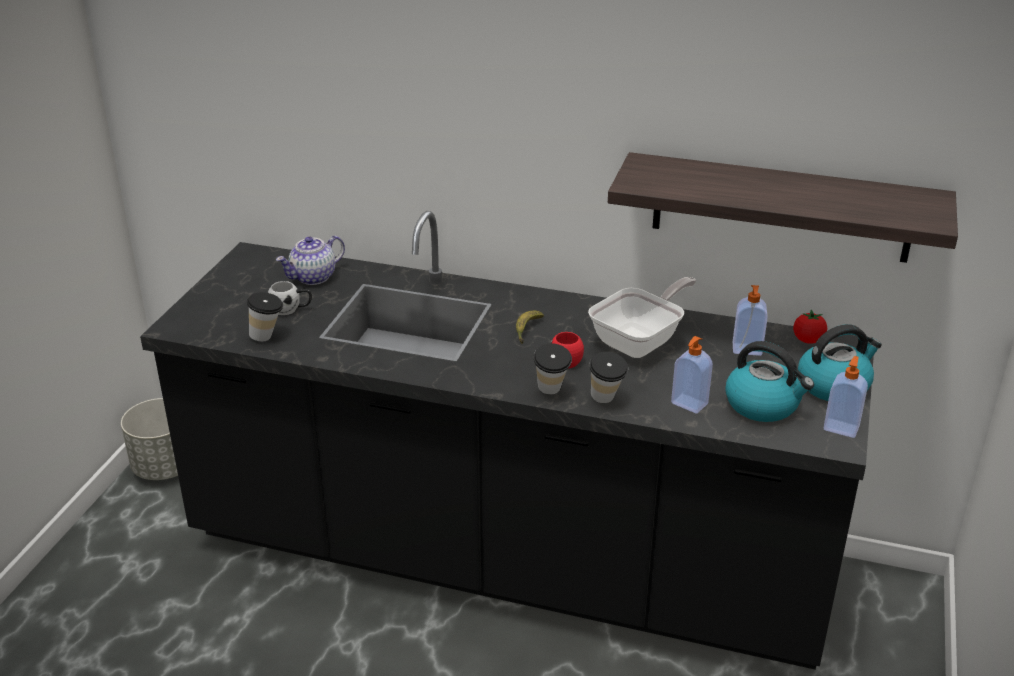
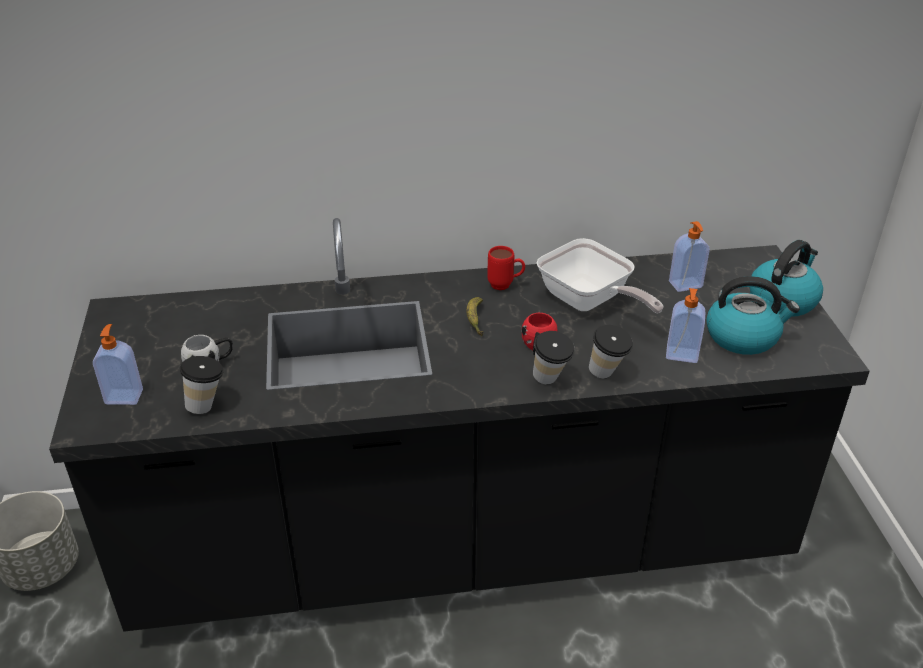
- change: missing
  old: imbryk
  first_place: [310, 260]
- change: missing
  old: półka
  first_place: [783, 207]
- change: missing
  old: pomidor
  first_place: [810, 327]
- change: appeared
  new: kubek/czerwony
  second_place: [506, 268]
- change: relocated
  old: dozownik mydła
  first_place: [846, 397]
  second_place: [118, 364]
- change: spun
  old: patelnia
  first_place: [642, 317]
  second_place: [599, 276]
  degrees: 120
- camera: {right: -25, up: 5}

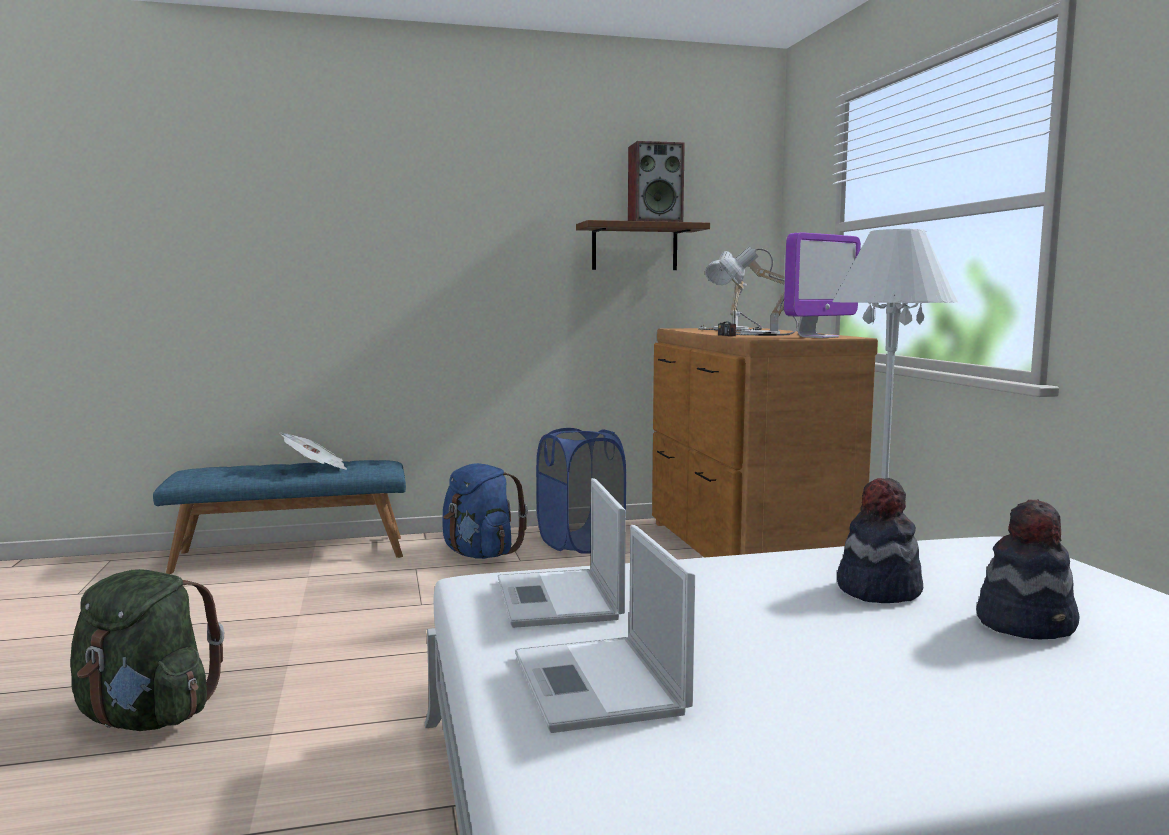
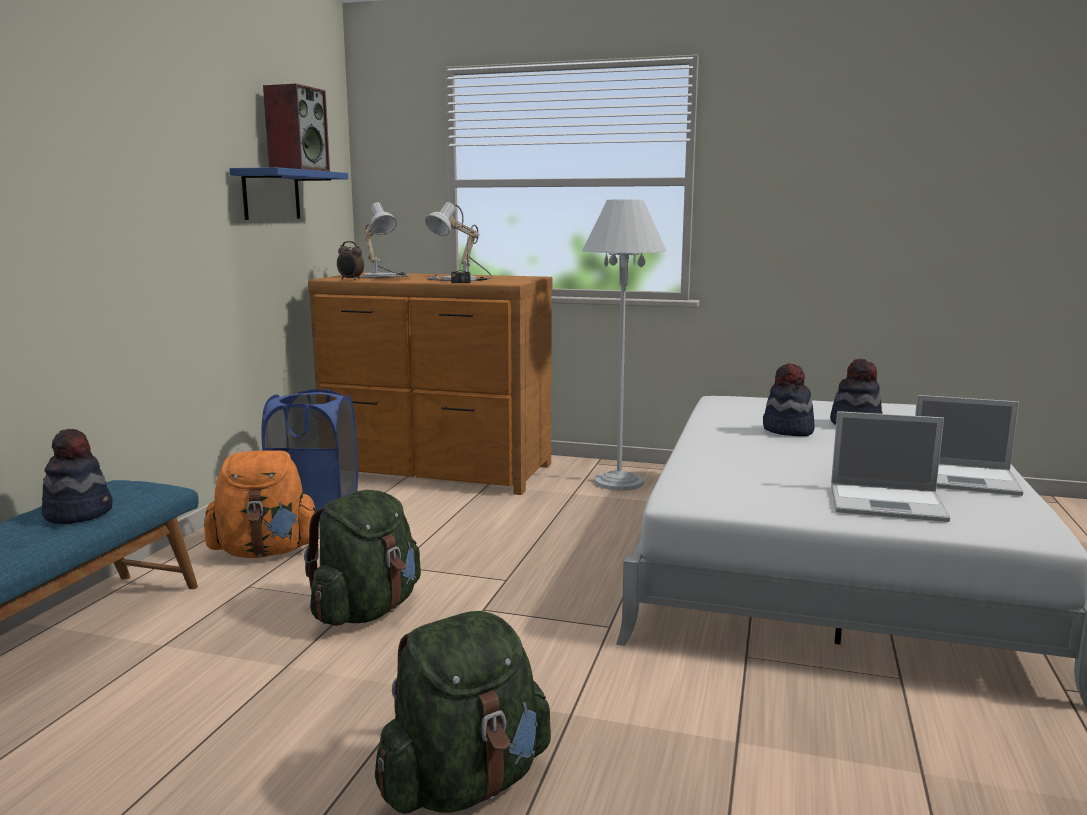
- change: missing
  old: monitor
  first_place: [822, 285]
- change: appeared
  new: plecak/zielony
  second_place: [362, 558]
- change: appeared
  new: budzik
  second_place: [350, 260]
- change: relocated
  old: laptop
  first_place: [562, 553]
  second_place: [969, 445]
- change: exchanged
  old: gazeta
  new: kapelusz
  first_place: [313, 451]
  second_place: [77, 476]
- change: colour
  old: plecak/niebieski
  new: plecak/pomarańczowy
  first_place: [485, 511]
  second_place: [262, 504]
- change: colour
  old: półka/brązowy
  new: półka/niebieski
  first_place: [643, 245]
  second_place: [288, 193]
- camera: {right: -60, up: 5}

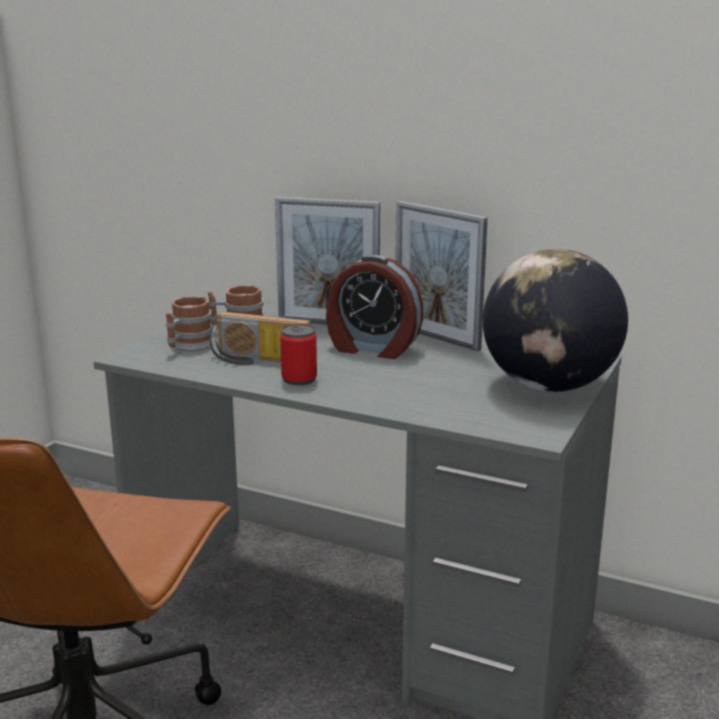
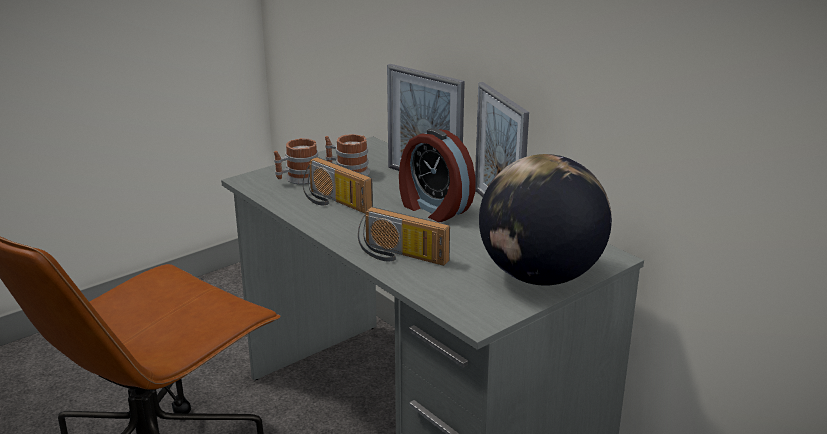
- change: missing
  old: puszka
  first_place: [298, 354]
- change: appeared
  new: radio
  second_place: [404, 236]
- camera: {right: 25, up: 5}

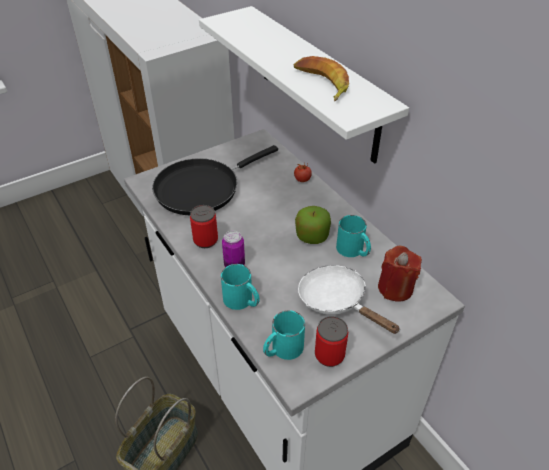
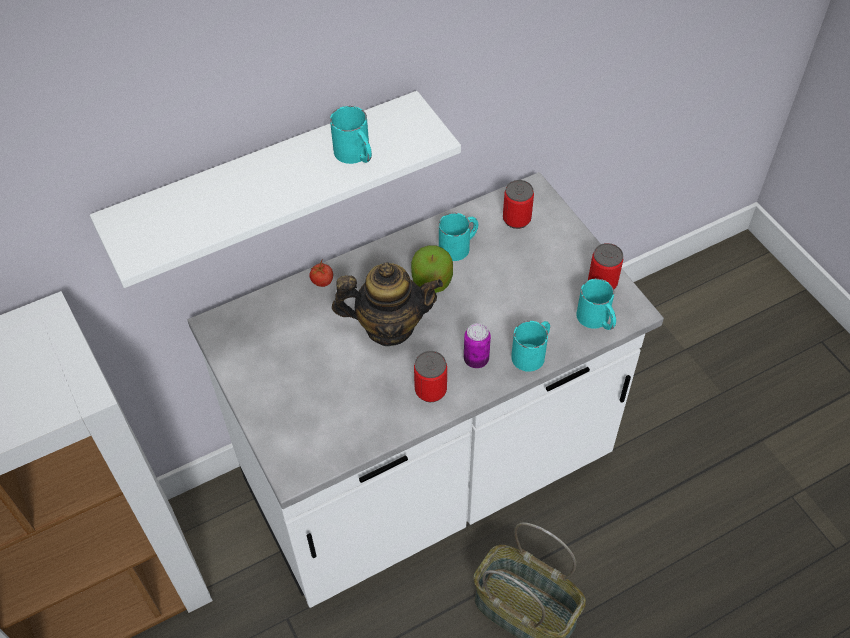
- change: missing
  old: patelnia/czarny
  first_place: [215, 180]
- change: missing
  old: patelnia/biały
  first_place: [349, 299]
- change: appeared
  new: imbryk
  second_place: [387, 304]
- change: exchanged
  old: banan
  new: kubek/turkusowy
  first_place: [321, 78]
  second_place: [351, 135]
- change: exchanged
  old: świeca/czerwony
  new: puszka
  first_place: [400, 274]
  second_place: [518, 204]
- camera: {right: -85, up: 10}

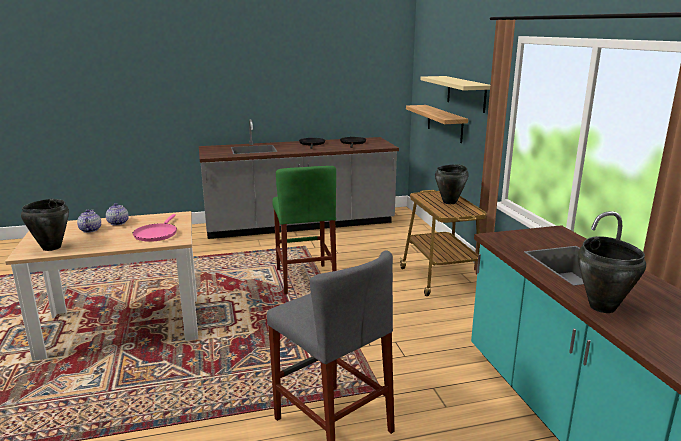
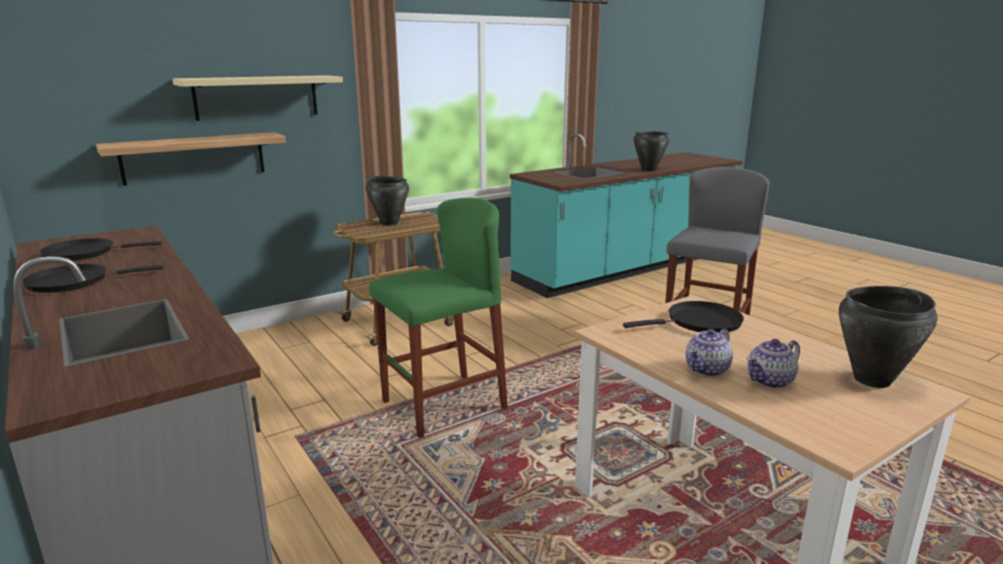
- change: colour
  old: patelnia/różowy
  new: patelnia/czarny
  first_place: [155, 228]
  second_place: [683, 317]
- camera: {right: -110, up: 0}

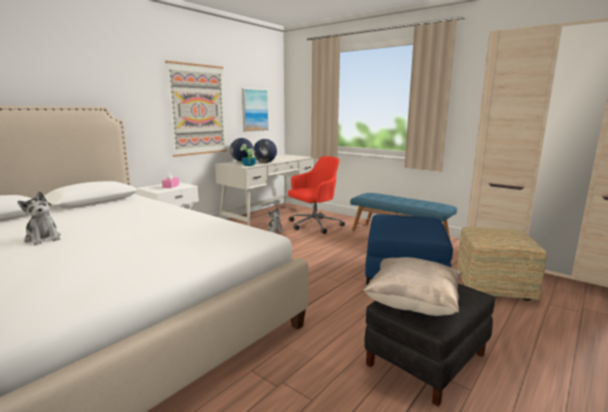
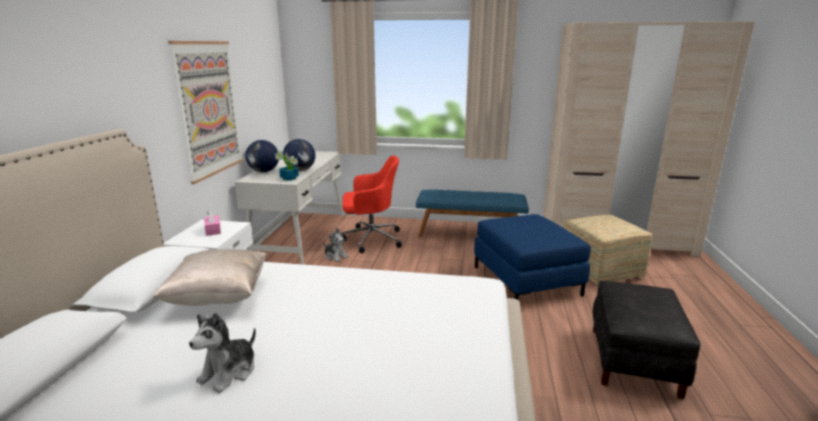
- change: missing
  old: obraz
  first_place: [255, 110]
- change: relocated
  old: poduszka/beżowy
  first_place: [412, 286]
  second_place: [210, 277]
- change: spun
  old: pluszak
  first_place: [39, 218]
  second_place: [222, 353]
  degrees: 105
- change: spun
  old: krzesło biurowe/czerwony
  first_place: [316, 195]
  second_place: [371, 204]
  degrees: 60
- camera: {right: -30, up: 5}

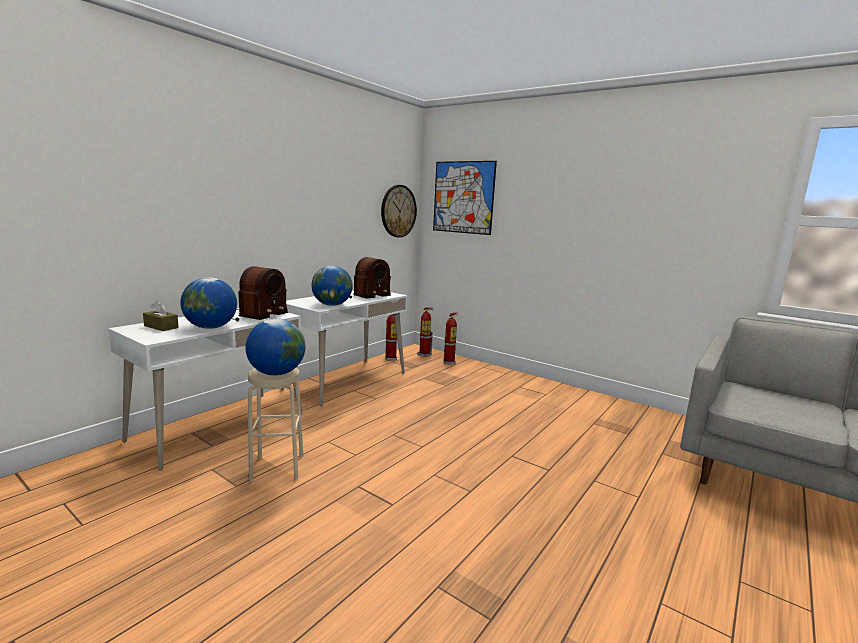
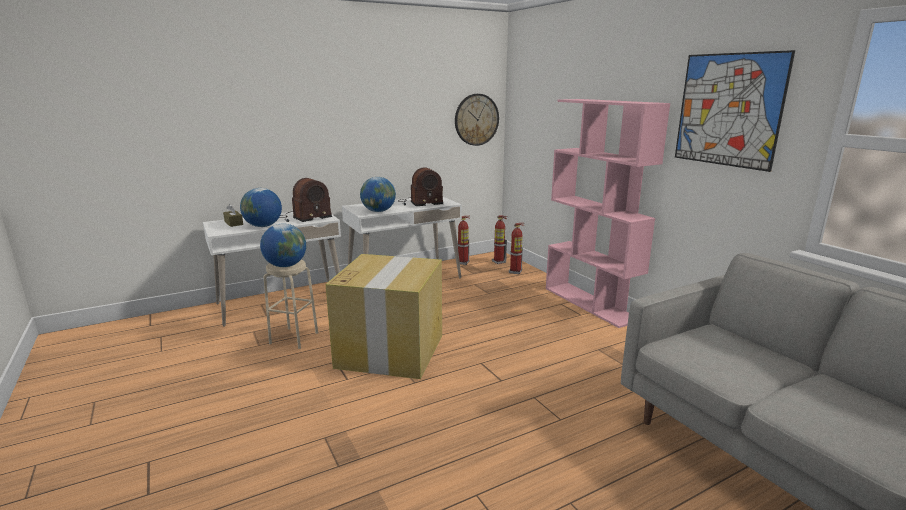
- change: appeared
  new: karton
  second_place: [384, 316]
- change: appeared
  new: regał/różowy
  second_place: [608, 213]
- change: relocated
  old: obraz
  first_place: [465, 198]
  second_place: [735, 111]
- camera: {right: 25, up: 5}

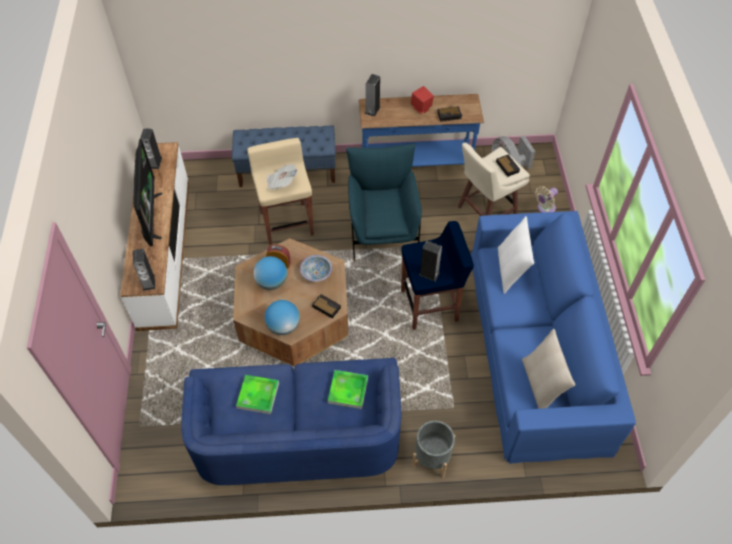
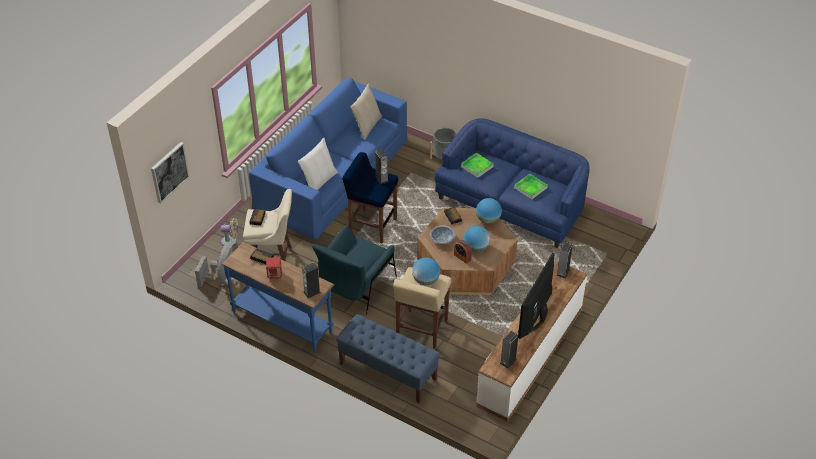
- change: appeared
  new: obraz
  second_place: [170, 172]
- change: exchanged
  old: gazeta
  new: globus
  first_place: [282, 177]
  second_place: [426, 271]
- camera: {right: -145, up: -10}

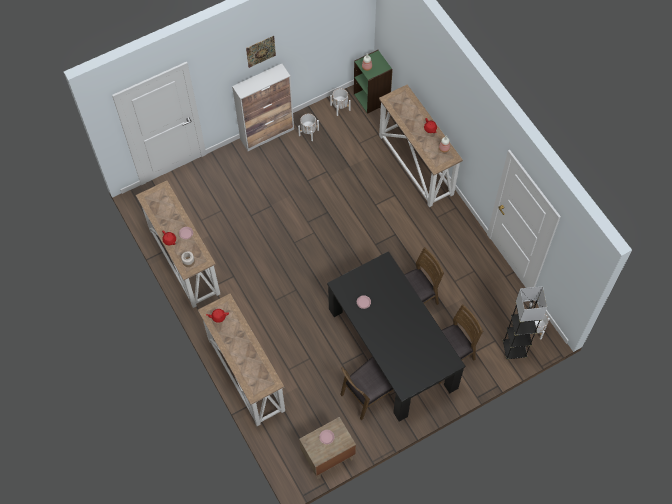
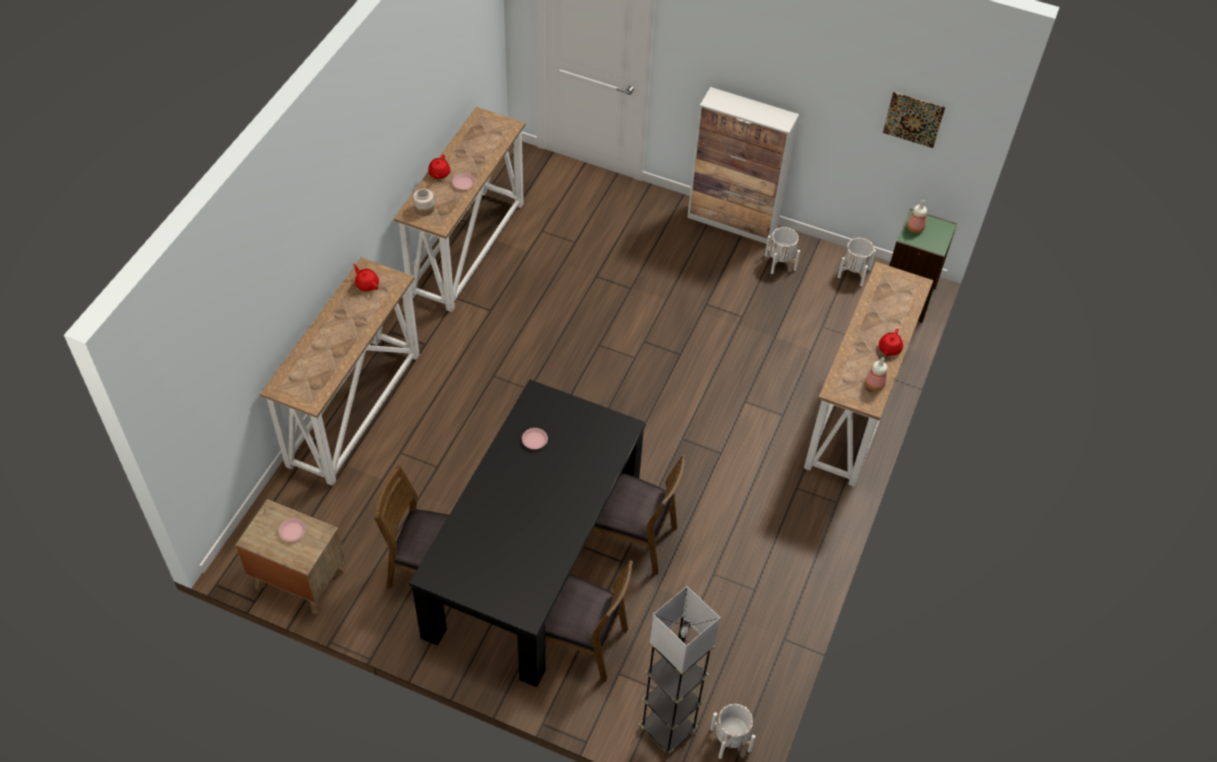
- change: relocated
  old: obraz
  first_place: [261, 52]
  second_place: [914, 120]
- camera: {right: 50, up: -10}

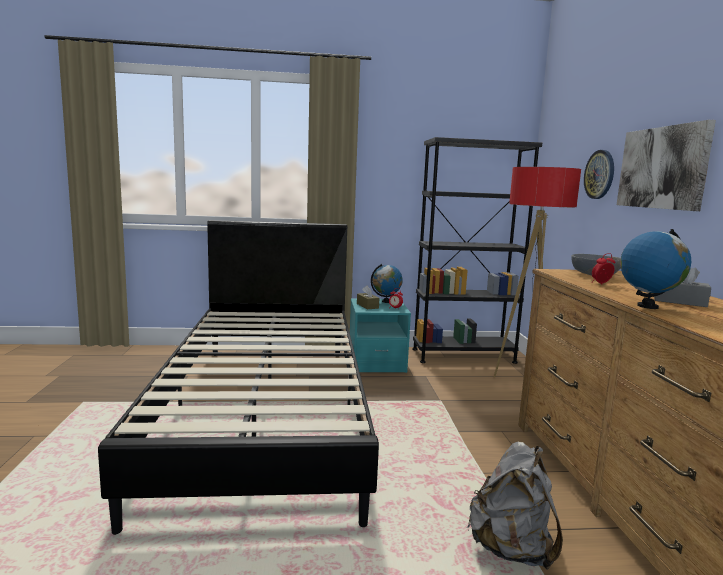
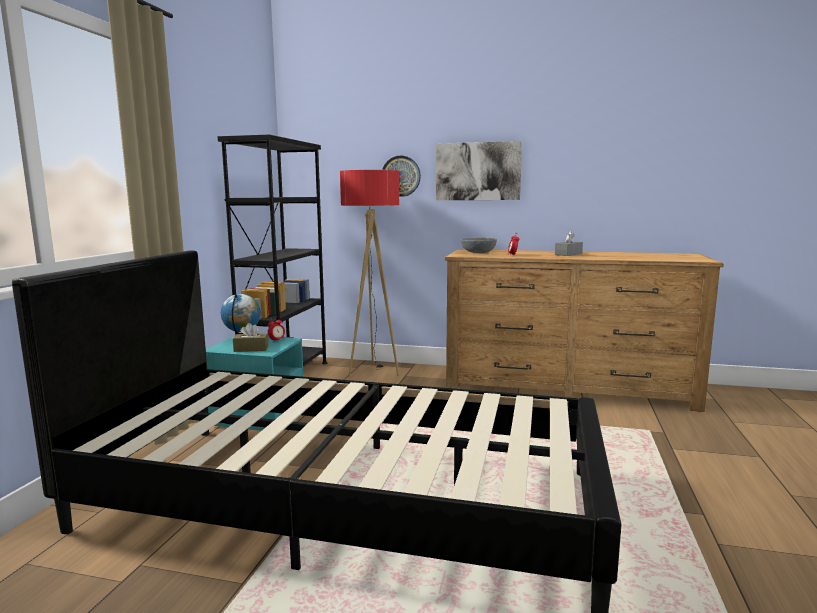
- change: missing
  old: plecak/szary
  first_place: [515, 505]
- change: missing
  old: globus
  first_place: [655, 269]
- camera: {right: -70, up: 0}

